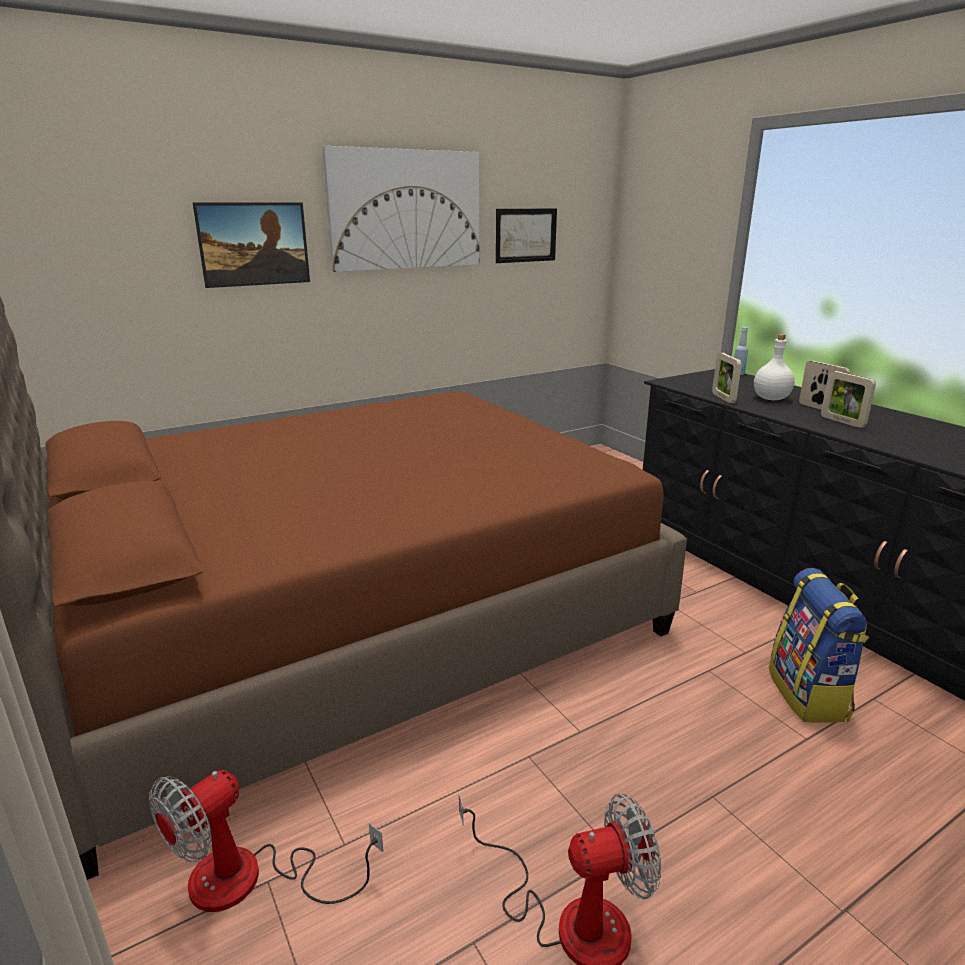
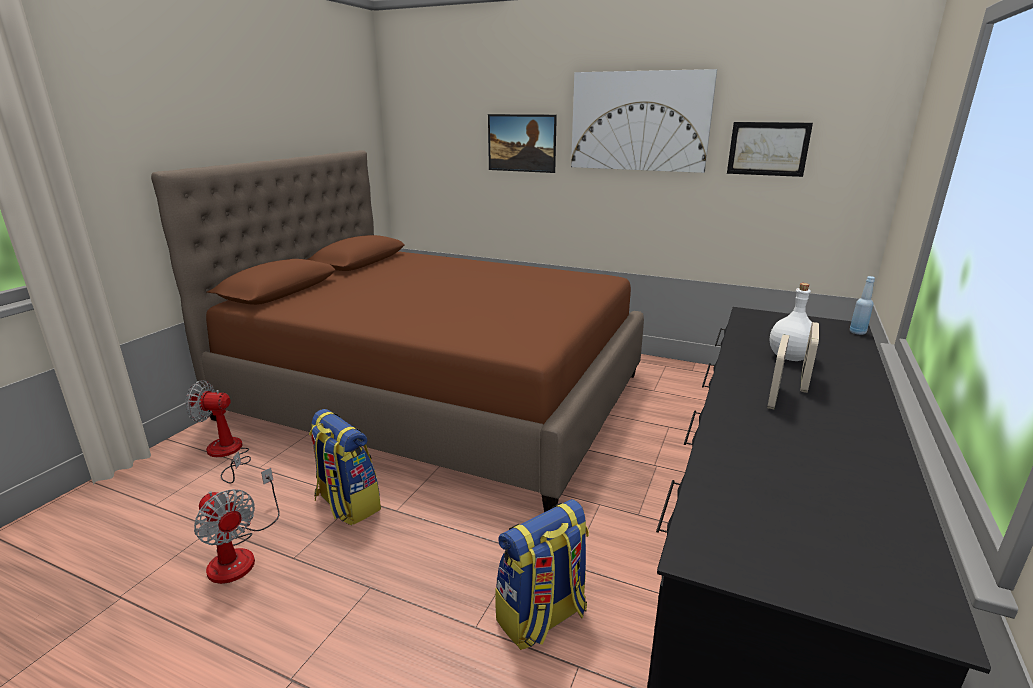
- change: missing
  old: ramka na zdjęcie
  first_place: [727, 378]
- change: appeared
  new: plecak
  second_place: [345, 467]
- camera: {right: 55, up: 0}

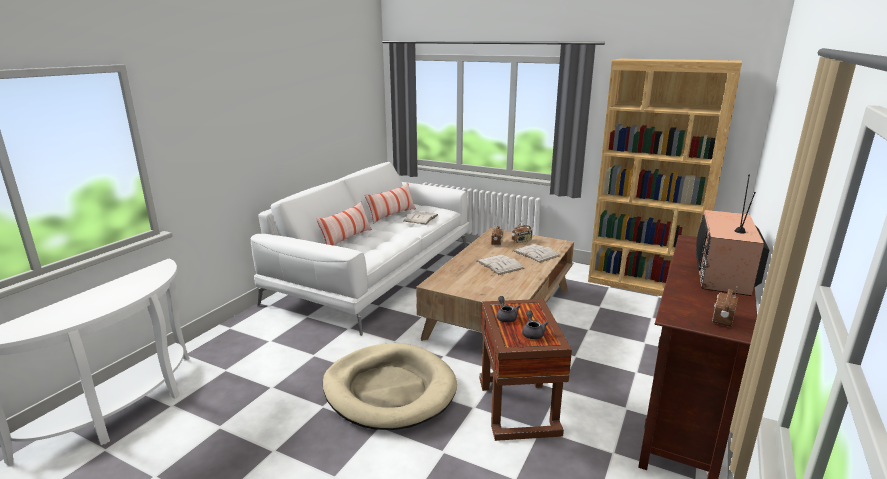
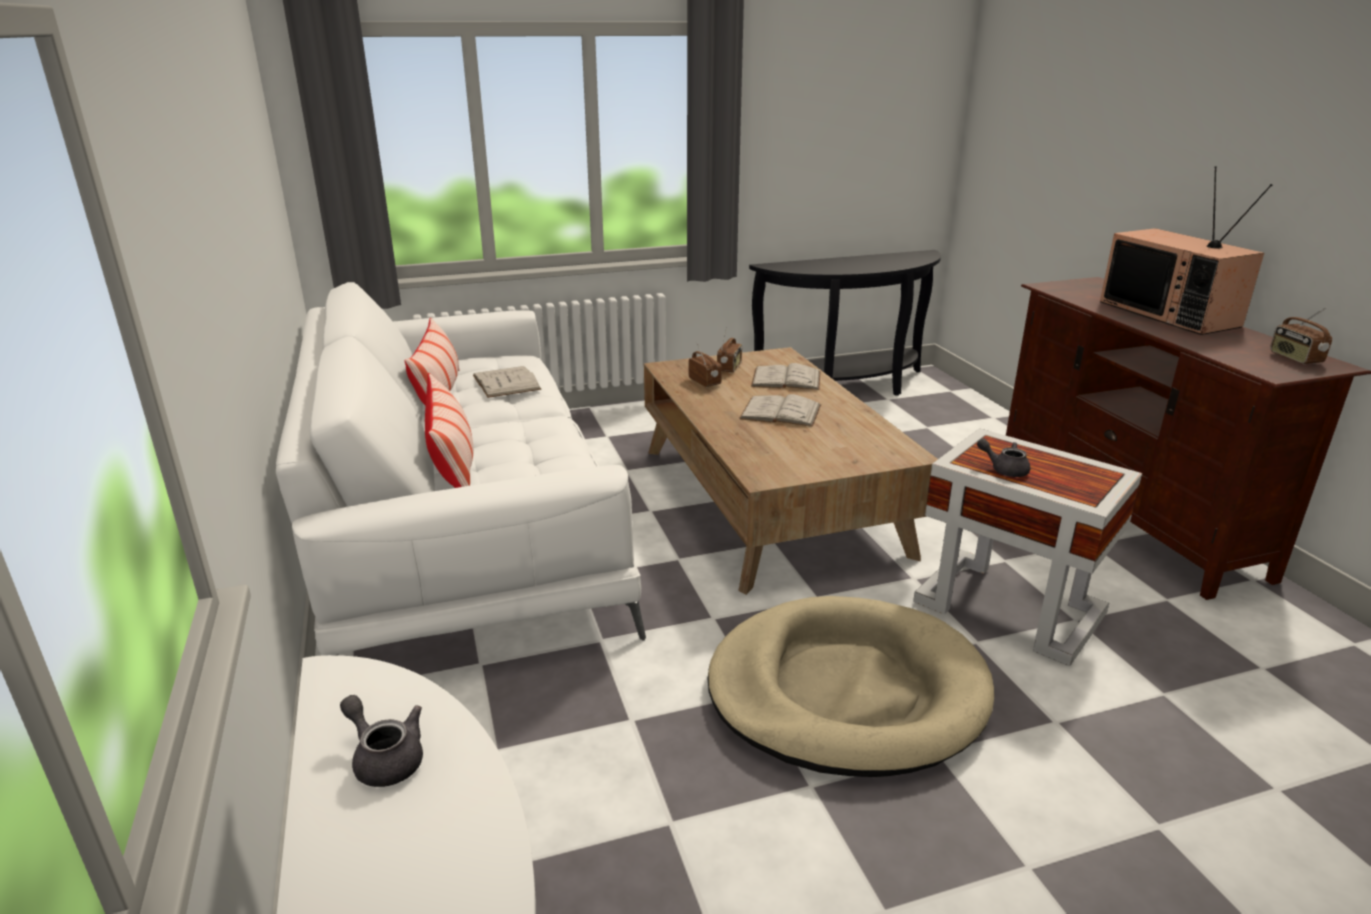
- change: relocated
  old: imbryk/szary
  first_place: [535, 324]
  second_place: [381, 741]
- change: exchanged
  old: regał/brązowy
  new: stolik konsolowy/czarny
  first_place: [665, 177]
  second_place: [845, 323]
- change: colour
  old: stolik/brązowy
  new: stolik/biały
  first_place: [526, 370]
  second_place: [1027, 547]
- camera: {right: -45, up: 5}

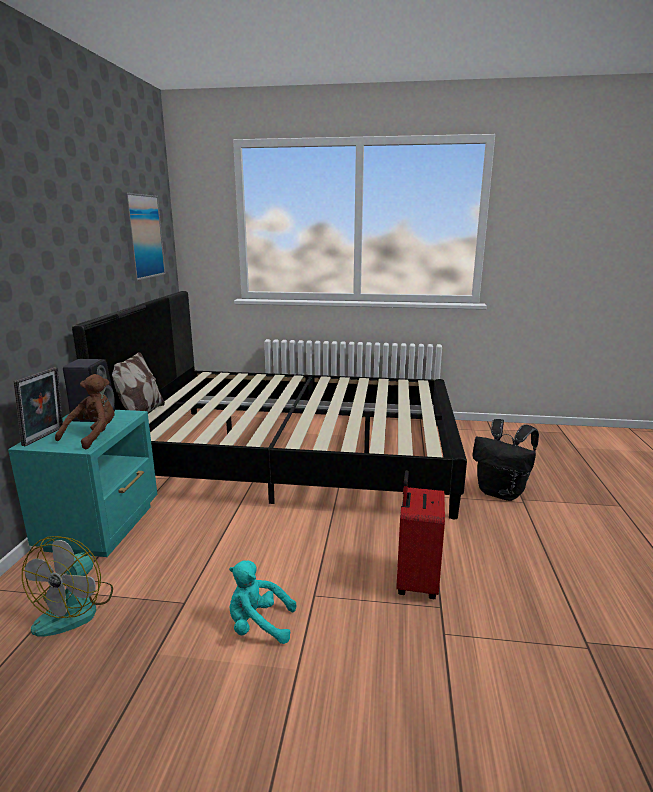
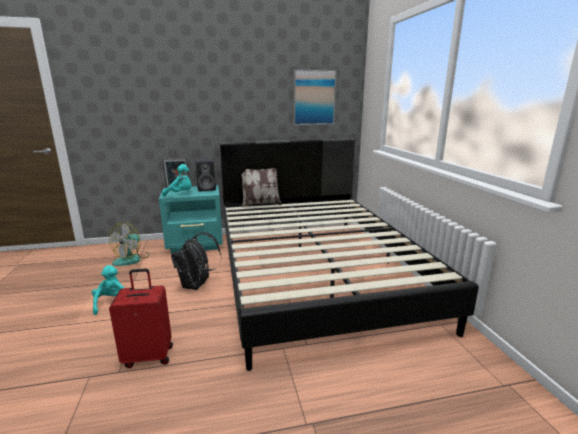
- change: relocated
  old: plecak/czarny
  first_place: [505, 460]
  second_place: [196, 261]
- change: colour
  old: pluszak/brązowy
  new: pluszak/turkusowy
  first_place: [85, 412]
  second_place: [177, 180]
- change: spun
  old: wentylator
  first_place: [67, 586]
  second_place: [129, 244]
  degrees: -60
- camera: {right: 70, up: 0}

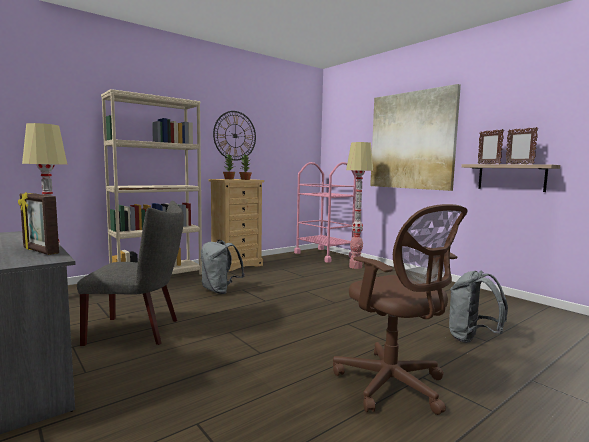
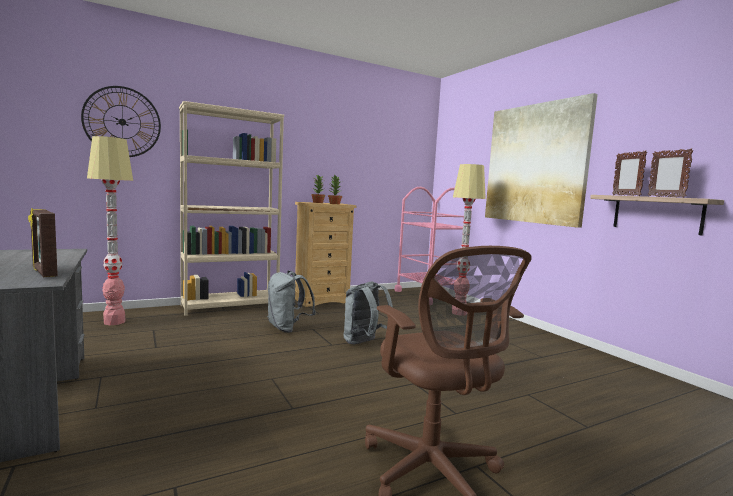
- change: missing
  old: krzesło/szary
  first_place: [130, 273]
- change: relocated
  old: zegar ścienny
  first_place: [234, 136]
  second_place: [121, 121]
- change: relocated
  old: plecak/szary
  first_place: [478, 306]
  second_place: [368, 312]
- camera: {right: 10, up: 0}

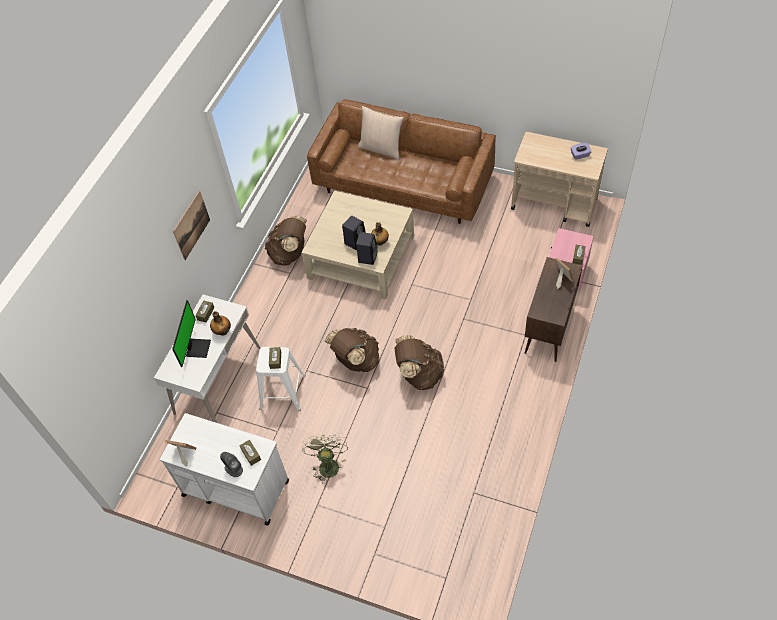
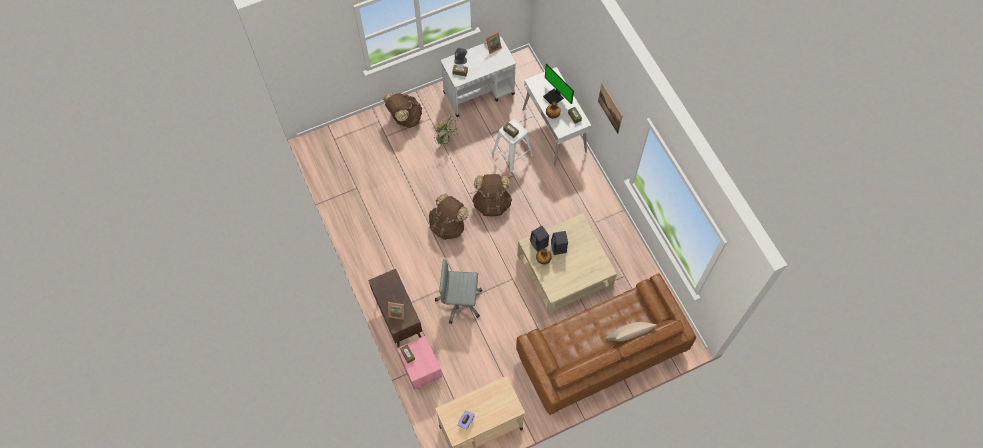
- change: appeared
  new: krzesło biurowe/szary
  second_place: [458, 291]
- change: relocated
  old: plecak/brązowy
  first_place: [286, 240]
  second_place: [402, 110]
- camera: {right: 130, up: 10}

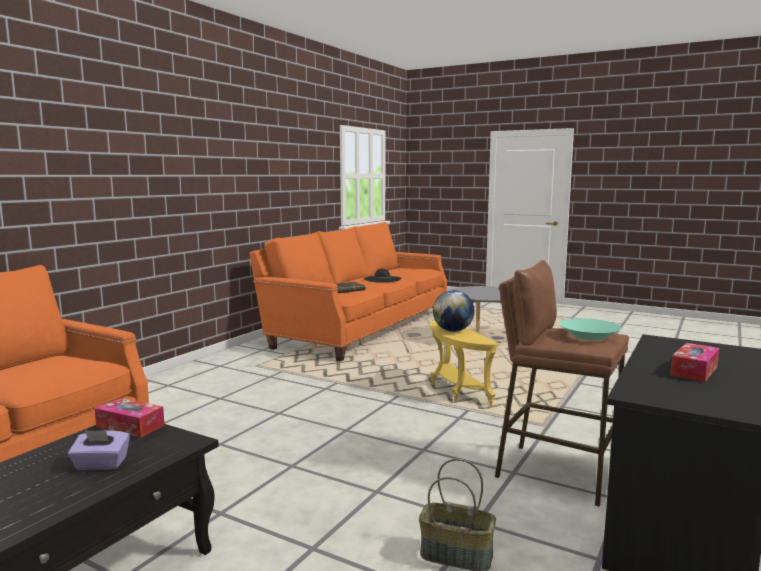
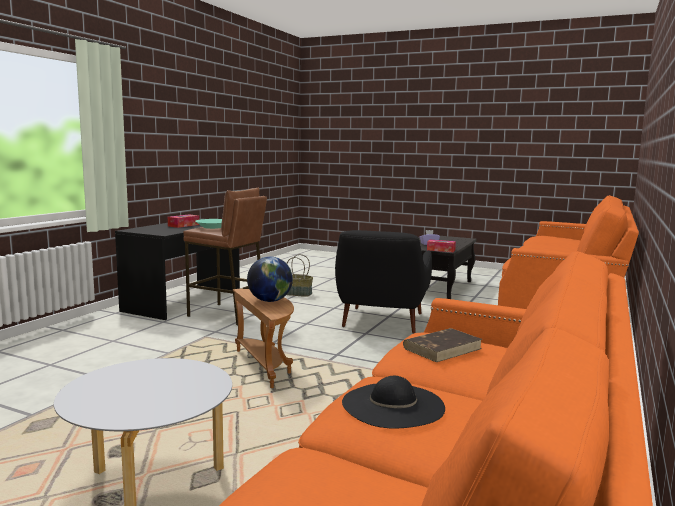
- change: appeared
  new: fotel/czarny
  second_place: [383, 282]
- change: colour
  old: stolik/żółty
  new: stolik/brązowy
  first_place: [465, 363]
  second_place: [263, 338]
- camera: {right: 175, up: 0}

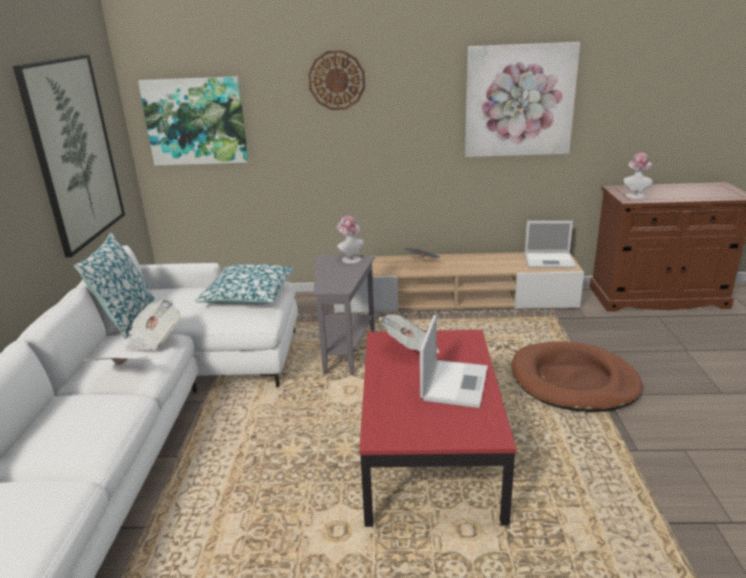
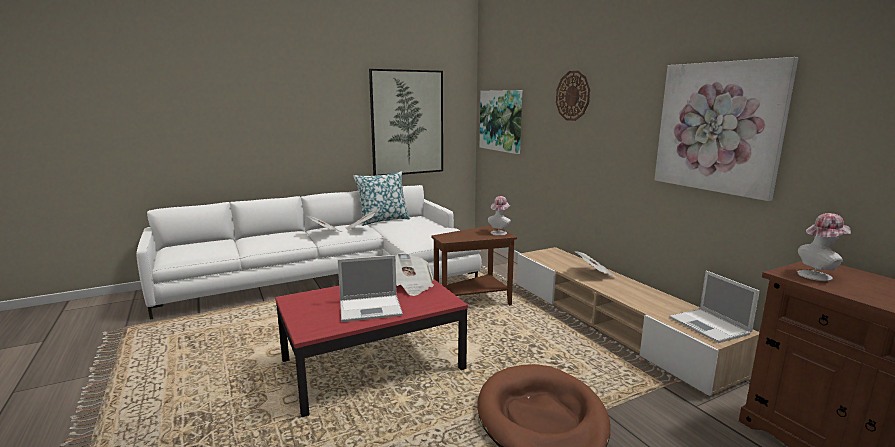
- change: missing
  old: poduszka
  first_place: [245, 284]
- change: colour
  old: stolik/szary
  new: stolik/brązowy
  first_place: [344, 315]
  second_place: [474, 265]
- camera: {right: 60, up: -10}

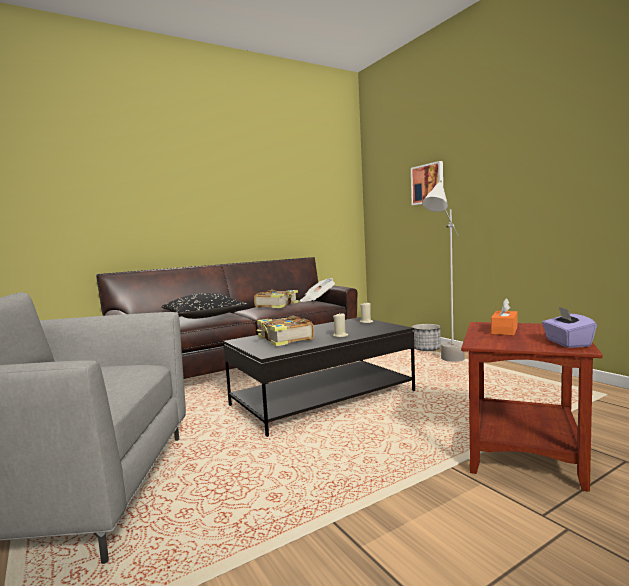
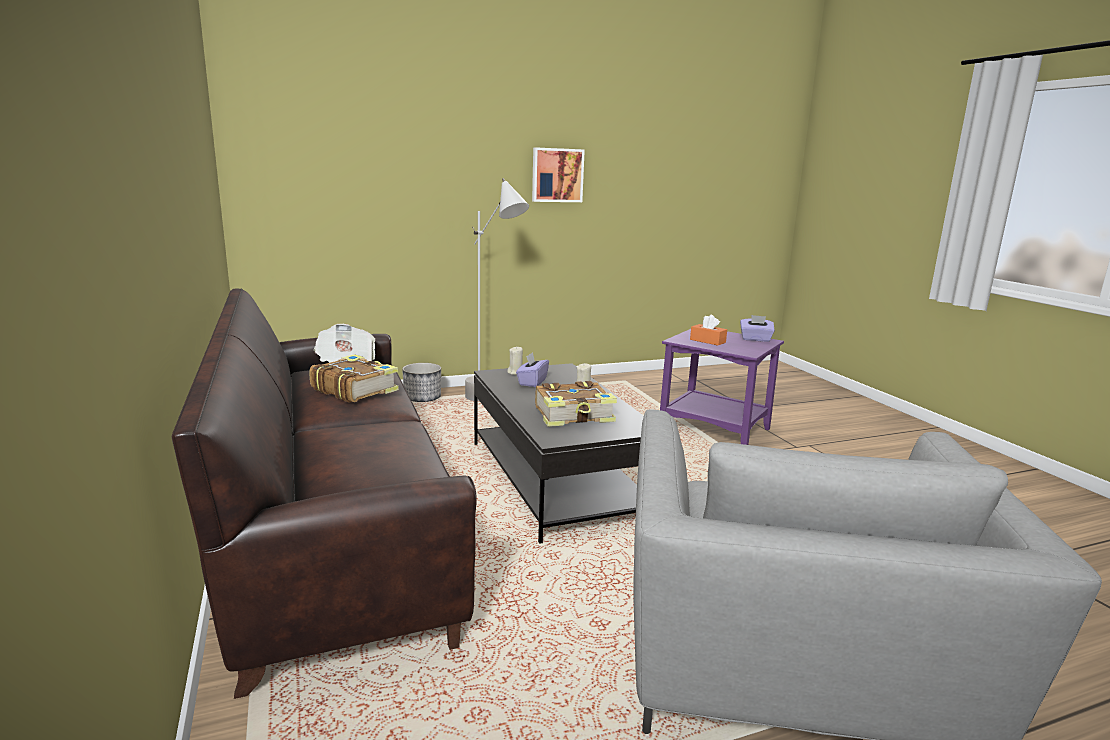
- change: missing
  old: poduszka/czarny
  first_place: [204, 306]
- change: appeared
  new: pudełko chusteczek/fioletowy
  second_place: [532, 369]
- change: relocated
  old: obraz
  first_place: [427, 183]
  second_place: [558, 174]
- change: colour
  old: stolik/brązowy
  new: stolik/fioletowy
  first_place: [532, 407]
  second_place: [722, 387]
- camera: {right: -80, up: 10}

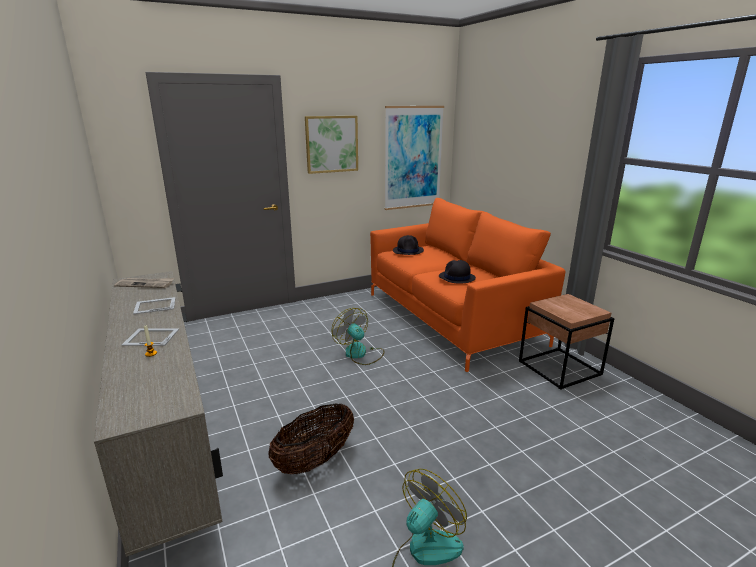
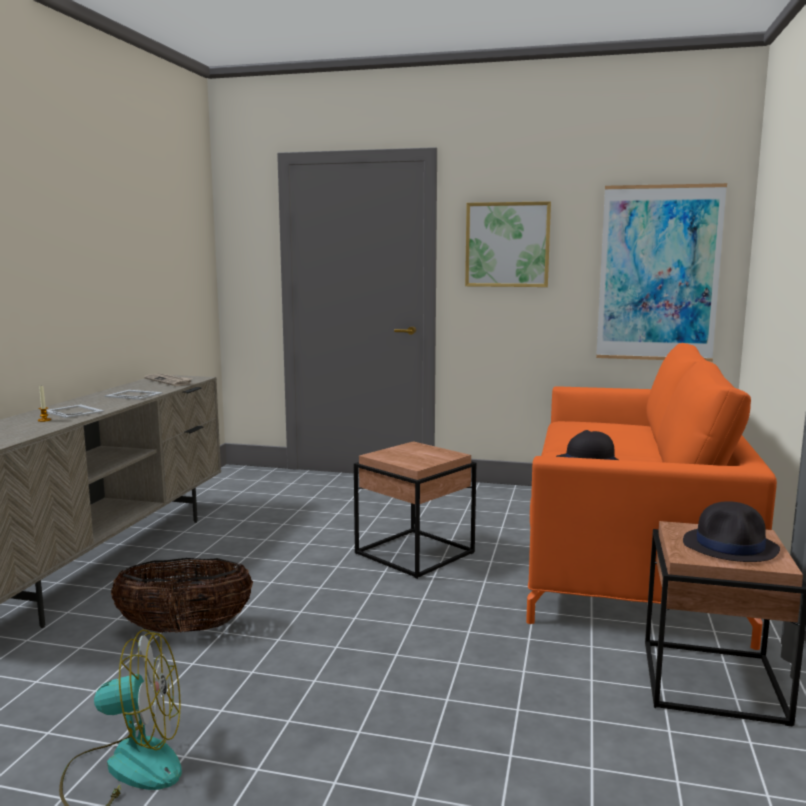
- change: relocated
  old: kapelusz/czarny
  first_place: [408, 245]
  second_place: [731, 531]
- change: exchanged
  old: wentylator
  new: stolik/brązowy
  first_place: [358, 336]
  second_place: [415, 510]
- camera: {right: 40, up: -10}

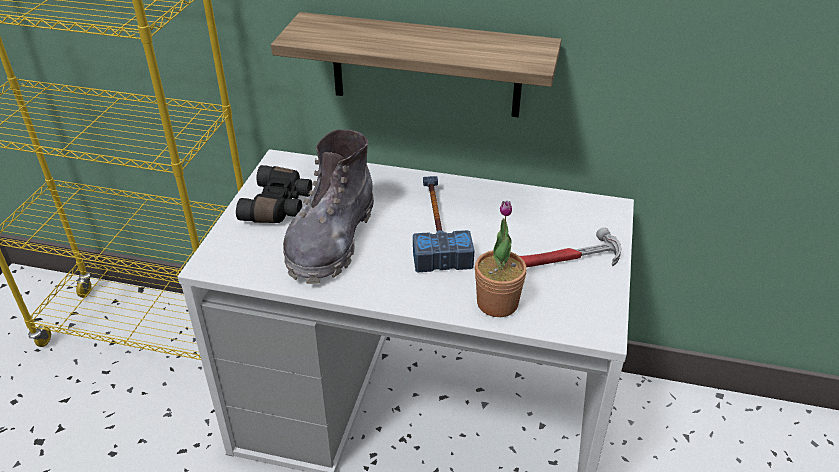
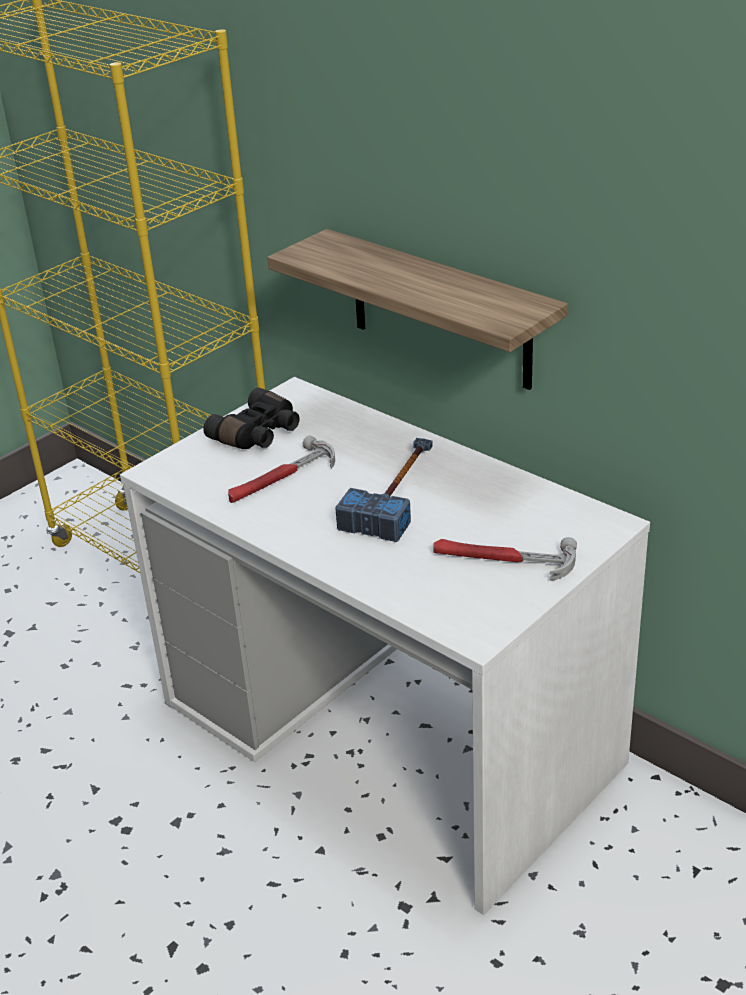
- change: missing
  old: roślina doniczkowa
  first_place: [501, 259]
- change: exchanged
  old: but z cholewką/szary
  new: młotek
  first_place: [328, 206]
  second_place: [281, 469]
- camera: {right: 30, up: -5}

